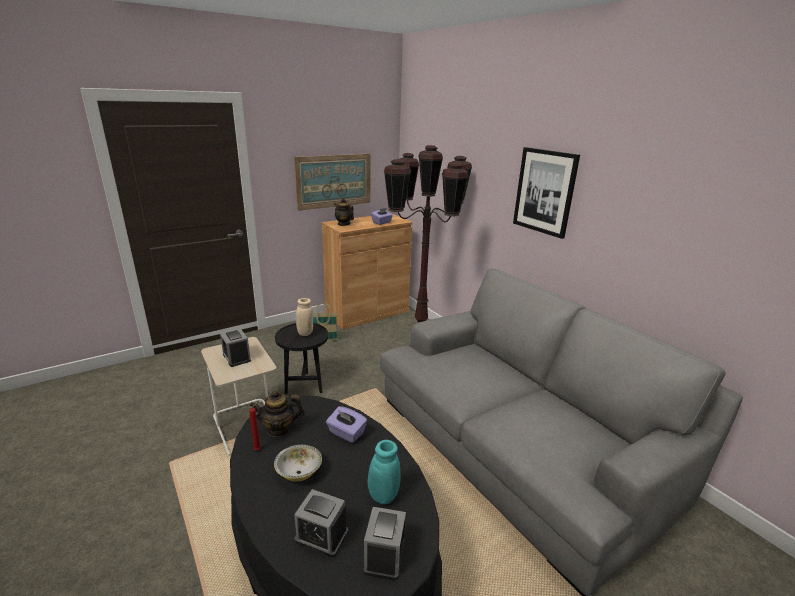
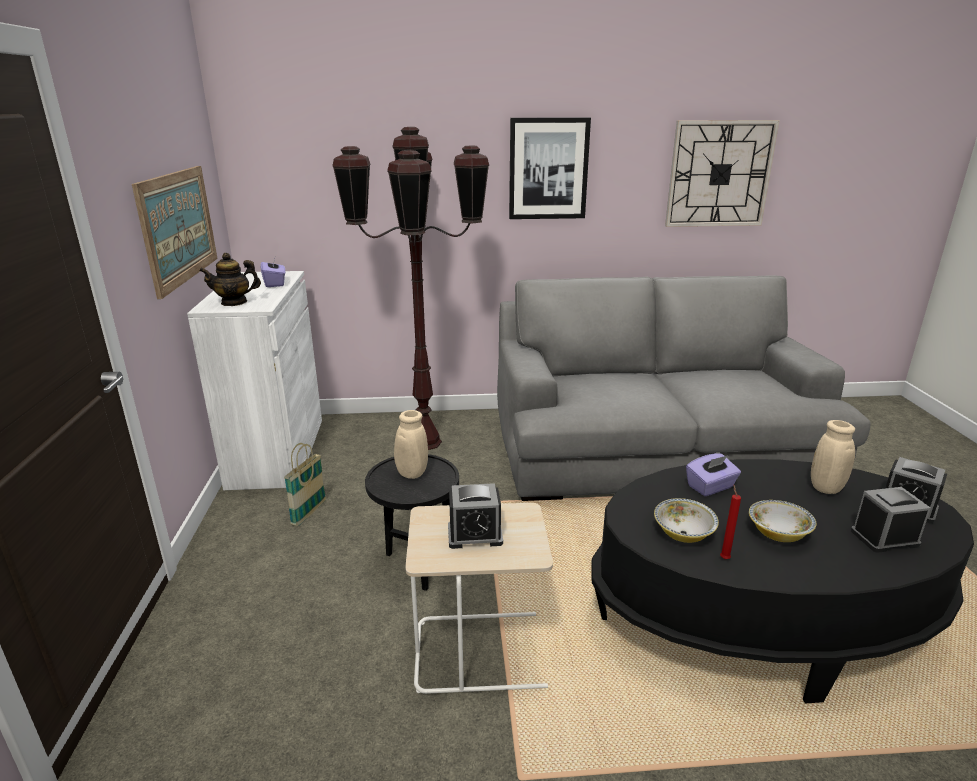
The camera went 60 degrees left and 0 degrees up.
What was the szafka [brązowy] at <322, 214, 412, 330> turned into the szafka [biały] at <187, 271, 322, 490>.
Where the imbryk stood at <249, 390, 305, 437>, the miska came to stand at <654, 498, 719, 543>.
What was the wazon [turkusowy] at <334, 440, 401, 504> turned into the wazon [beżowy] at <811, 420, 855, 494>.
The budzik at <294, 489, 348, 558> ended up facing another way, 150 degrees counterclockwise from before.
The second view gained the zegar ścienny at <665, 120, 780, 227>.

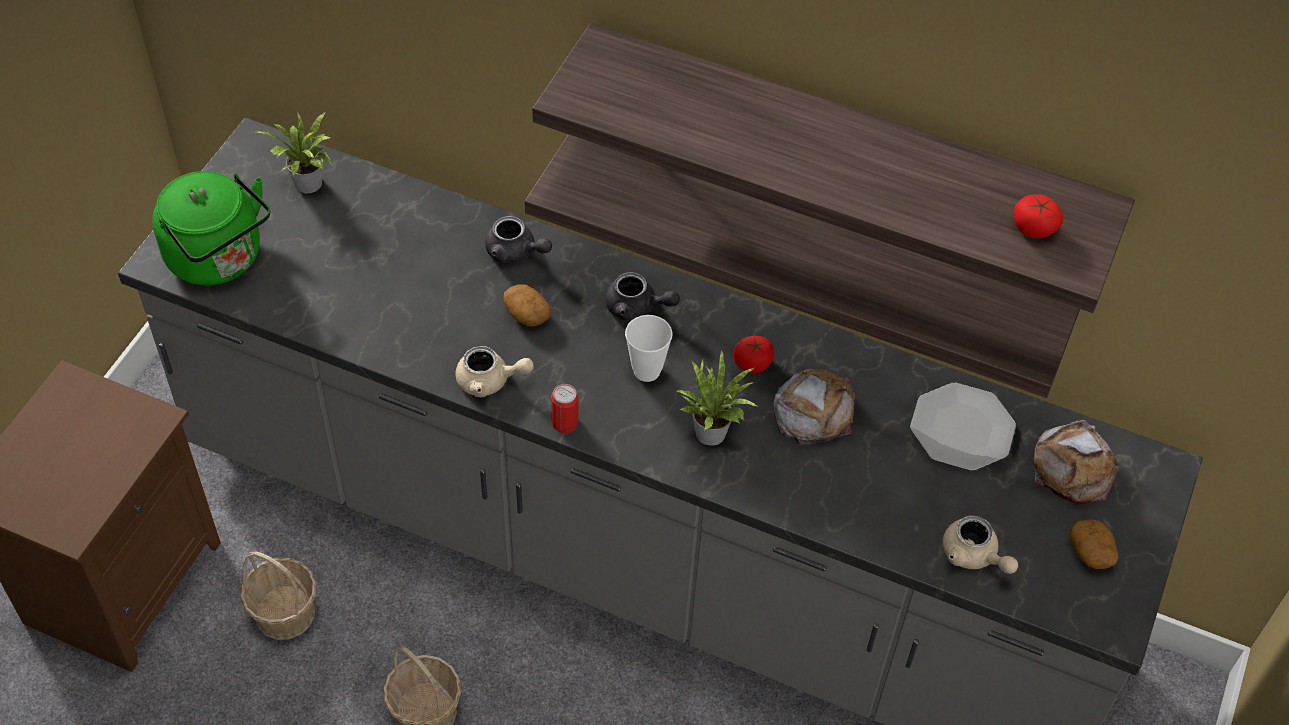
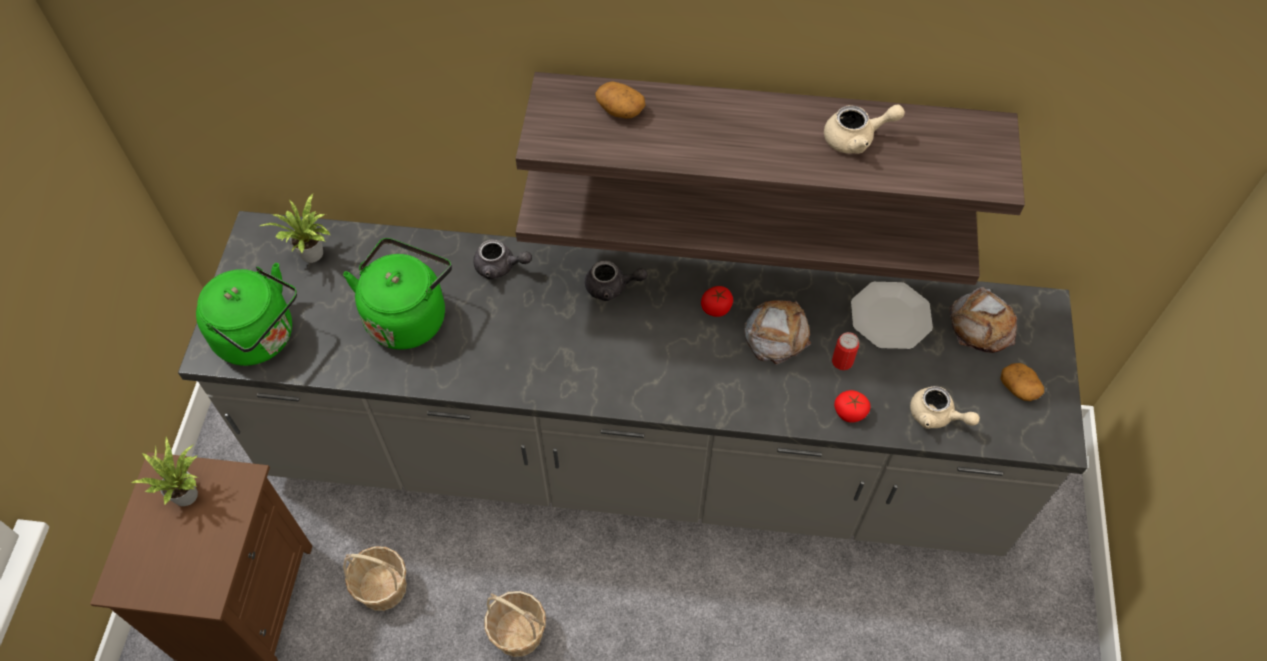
The camera went 15 degrees left and 5 degrees up.
The pomidor ended up elsewhere, having gone from <1013, 194, 1063, 238> to <834, 390, 870, 423>.
The ziemniak ended up elsewhere, having gone from <503, 284, 551, 327> to <595, 81, 646, 119>.
The second view lost the filiżanka at <625, 315, 672, 382>.
The imbryk [beżowy] ended up elsewhere, having gone from <455, 346, 534, 397> to <824, 105, 905, 154>.
The roślina doniczkowa ended up elsewhere, having gone from <676, 350, 757, 446> to <131, 437, 198, 506>.
The puszka ended up elsewhere, having gone from <551, 384, 579, 433> to <832, 332, 859, 370>.
The second view gained the czajnik [zielony] at <343, 238, 452, 349>.

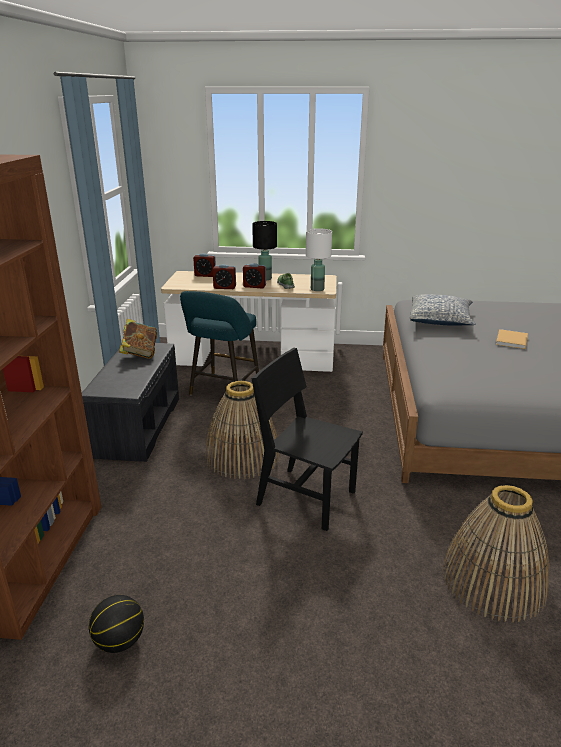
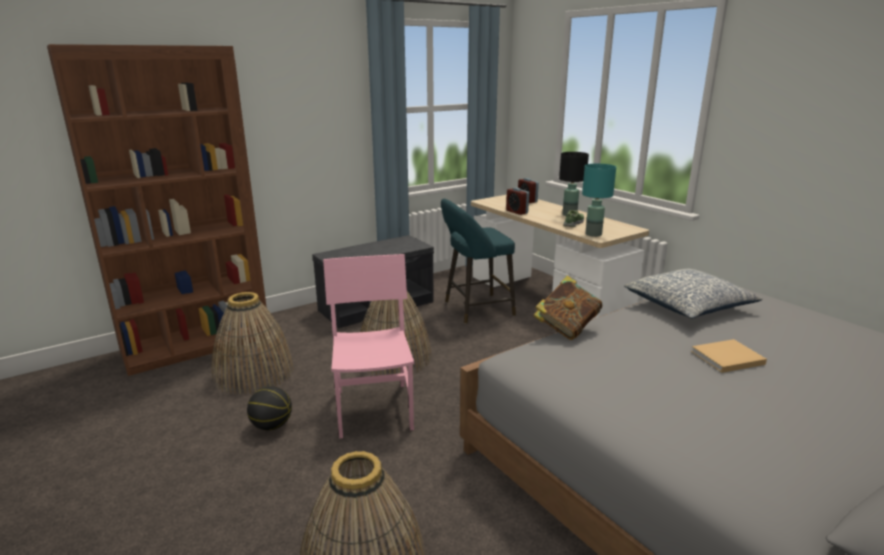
The camera went 50 degrees right and 5 degrees down.
What was the lampa stołowa [biały] at <306, 228, 332, 291> turned into the lampa stołowa [turkusowy] at <582, 164, 616, 237>.
The second view lost the budzik at <243, 263, 266, 289>.
The książka ended up elsewhere, having gone from <119, 319, 157, 359> to <533, 275, 602, 340>.
What was the krzesło [czarny] at <251, 348, 363, 531> turned into the krzesło [różowy] at <323, 254, 415, 439>.
The piłka do koszykówki ended up elsewhere, having gone from <89, 595, 144, 653> to <247, 386, 292, 430>.
The second view gained the koszyk at <212, 292, 294, 395>.

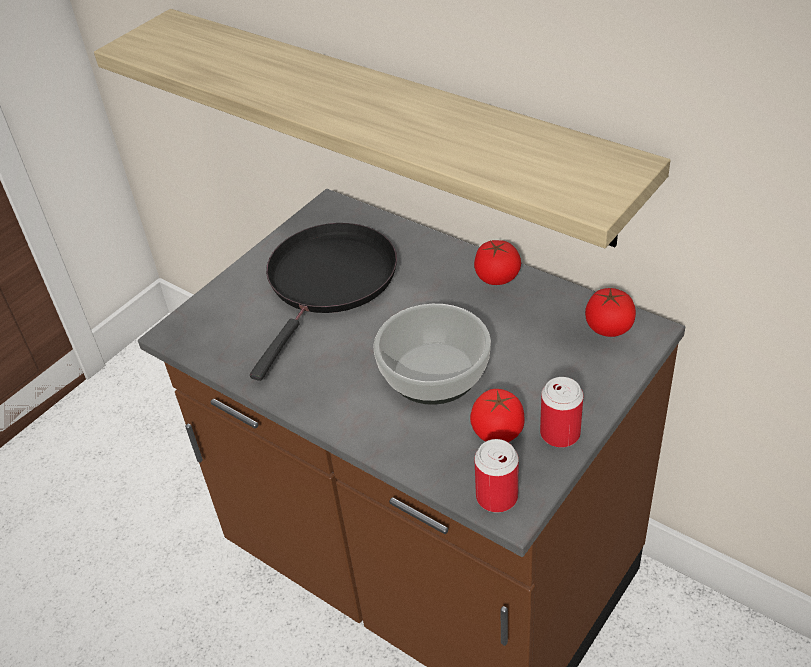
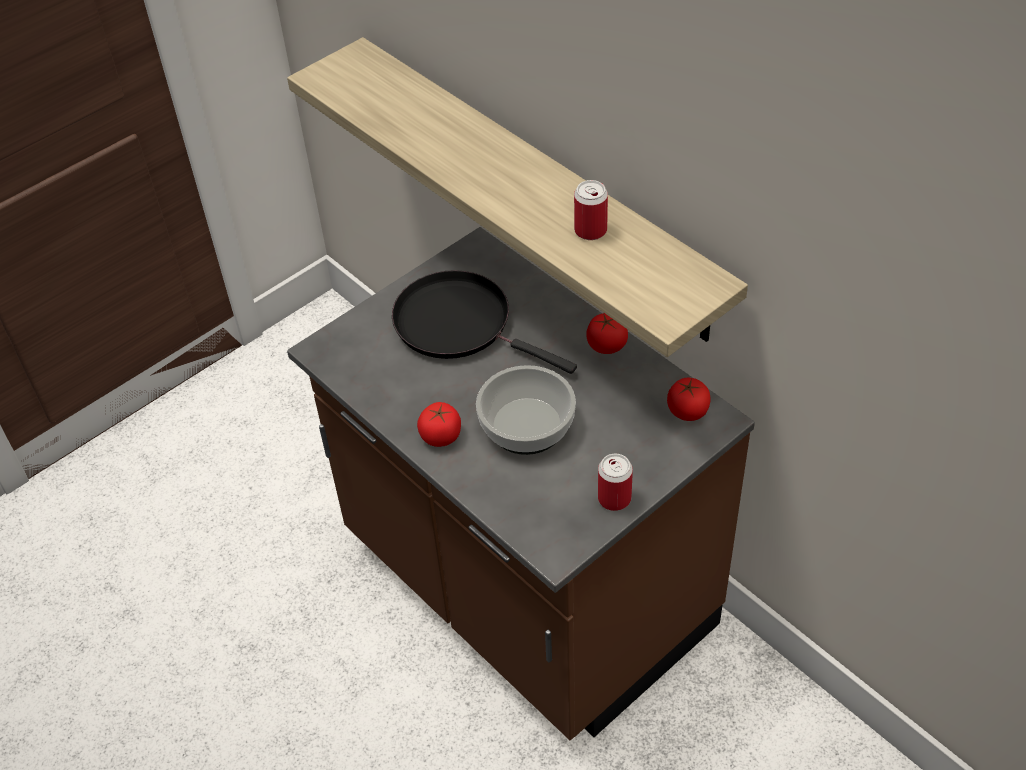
The camera went 10 degrees right and 5 degrees up.
The patelnia [czarny] at <250, 223, 397, 381> ended up facing another way, 90 degrees counterclockwise from before.
The pomidor ended up elsewhere, having gone from <470, 389, 525, 442> to <417, 402, 461, 447>.
The puszka ended up elsewhere, having gone from <475, 439, 519, 512> to <574, 180, 608, 240>.

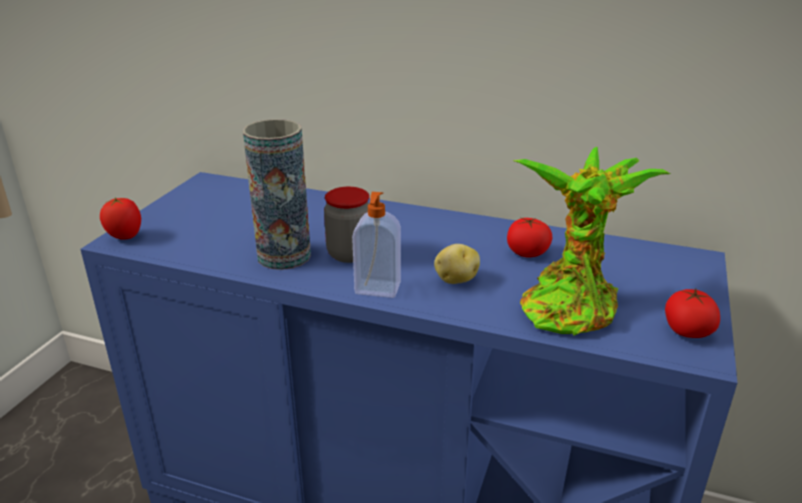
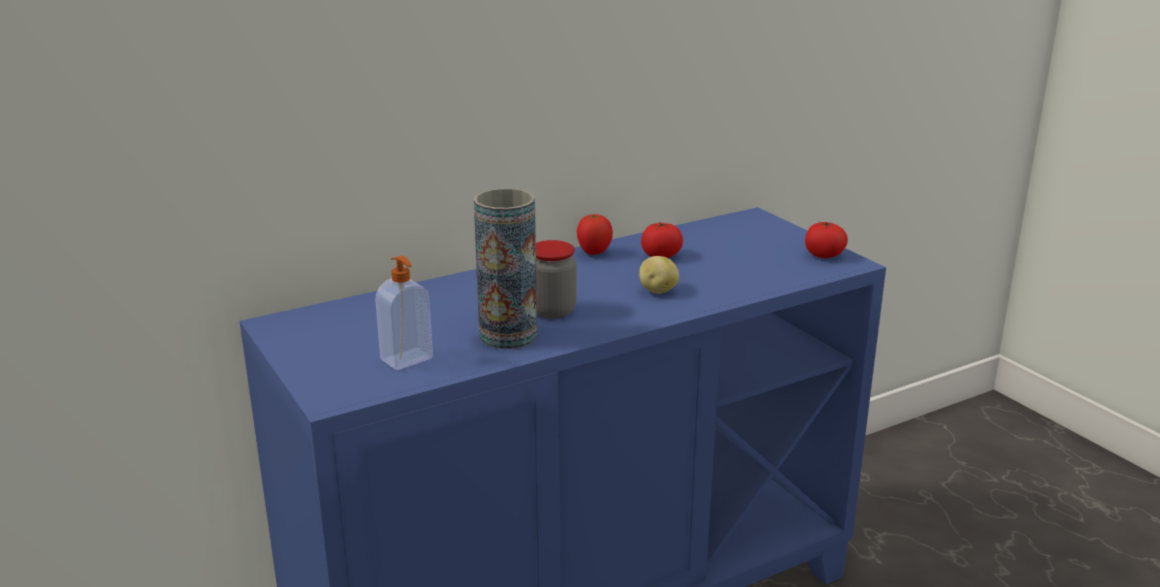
The camera went 50 degrees left and 5 degrees down.
The second view lost the roślina doniczkowa at <513, 147, 670, 336>.
The dozownik mydła ended up elsewhere, having gone from <352, 192, 401, 298> to <375, 255, 433, 370>.
The pomidor ended up elsewhere, having gone from <100, 198, 141, 240> to <577, 214, 613, 255>.

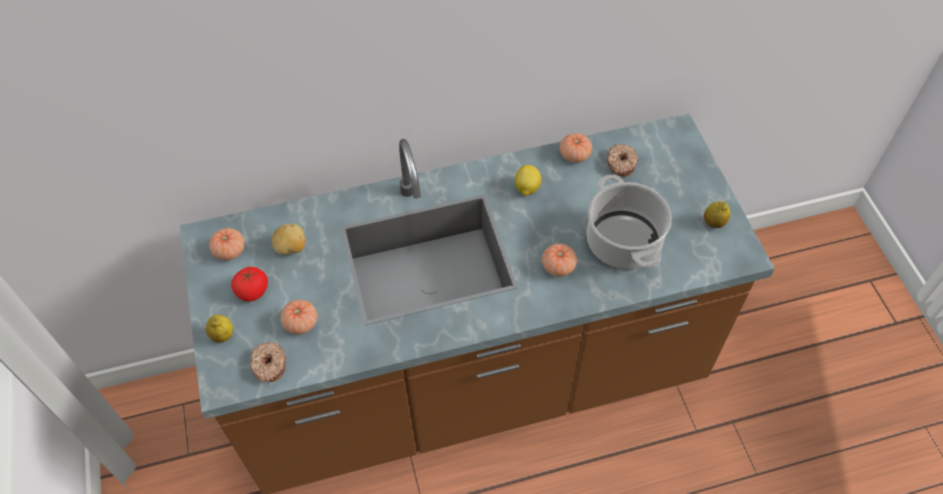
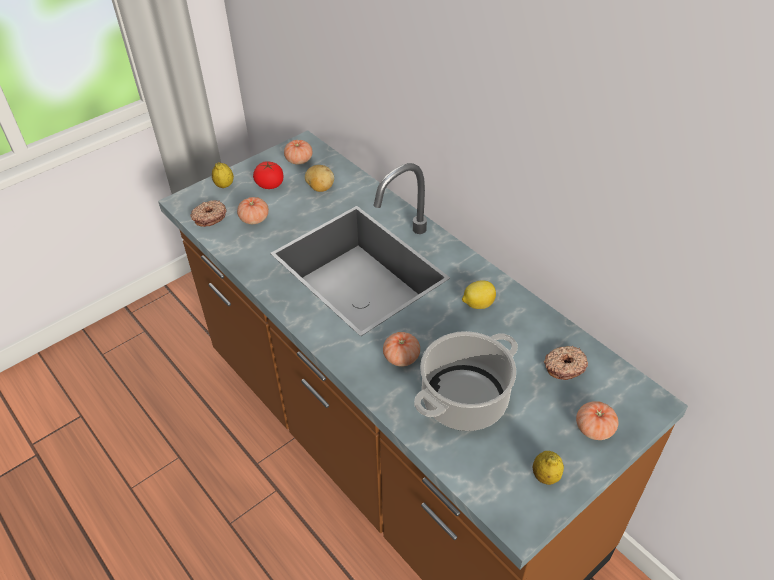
The camera went 65 degrees right and 10 degrees down.
The pomidor ended up elsewhere, having gone from <560, 133, 592, 163> to <576, 401, 619, 440>.

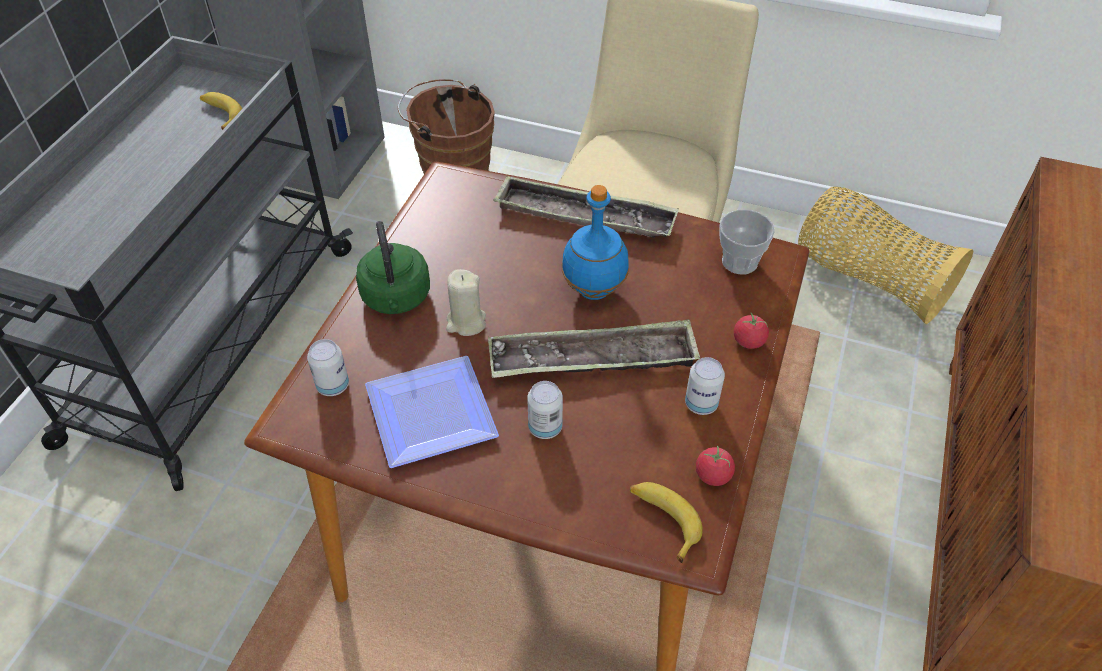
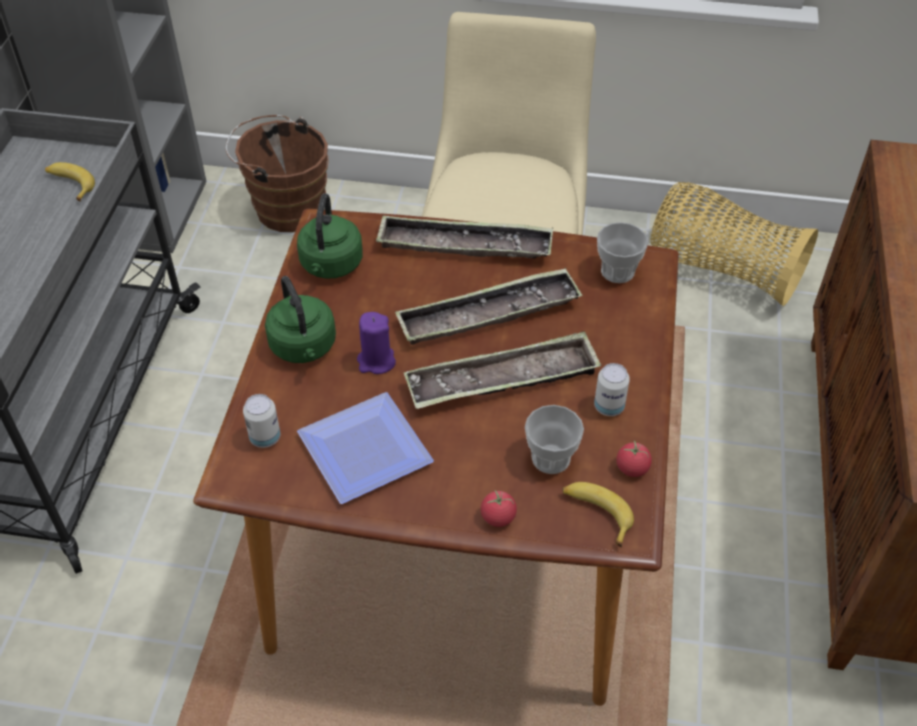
The camera went 10 degrees left and 0 degrees up.
Where the butelka [niebieski] stood at <562, 185, 629, 300>, the taca came to stand at <395, 268, 582, 345>.
What was the świeca [beżowy] at <446, 269, 486, 336> turned into the świeca [fioletowy] at <357, 312, 396, 374>.
The pomidor ended up elsewhere, having gone from <734, 313, 769, 349> to <481, 490, 517, 527>.
The second view lost the puszka at <527, 381, 563, 439>.
The second view gained the czajnik [zielony] at <297, 193, 363, 279>.
The second view gained the filiżanka at <525, 405, 584, 474>.

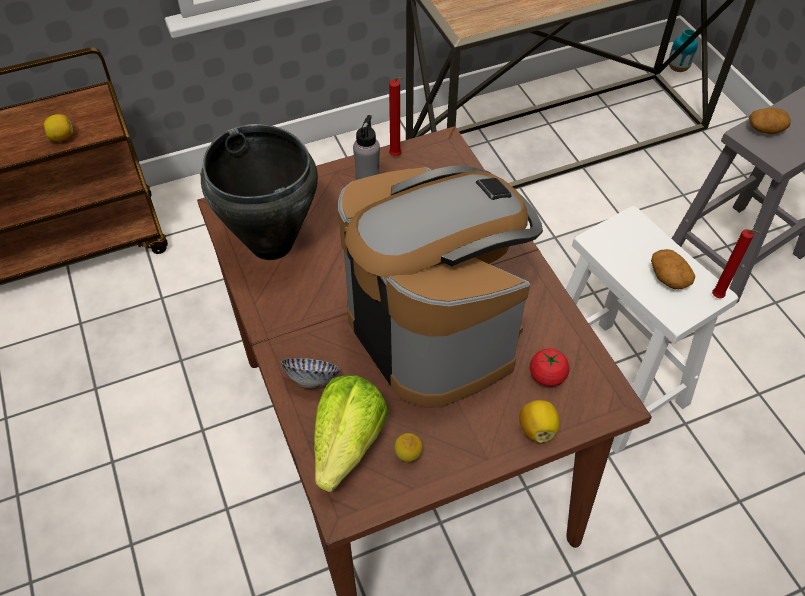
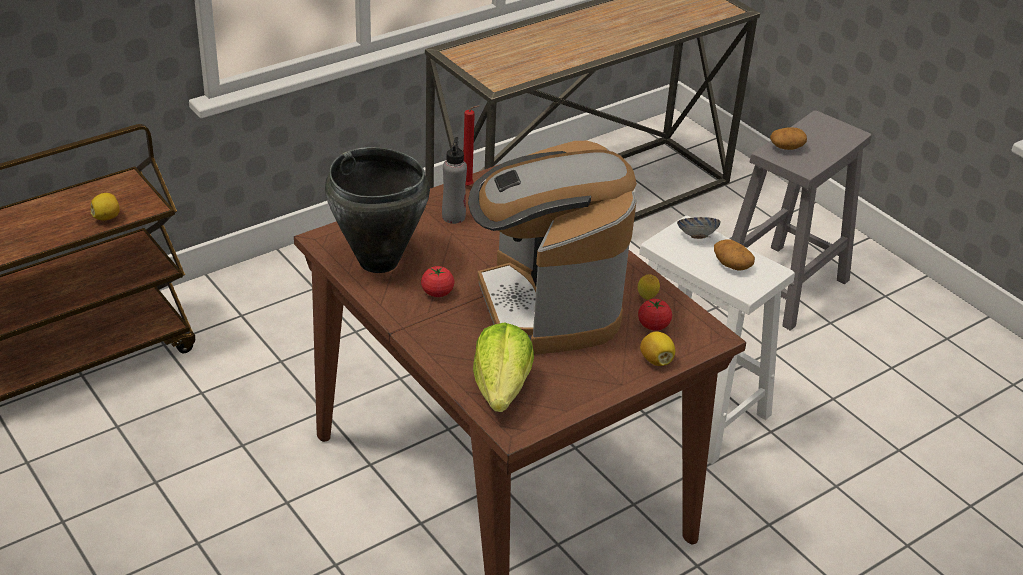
The camera went 15 degrees left and 15 degrees down.
The second view lost the wazon at <669, 29, 698, 72>.
The ekspres do kawy at <338, 165, 543, 408> ended up facing another way, 150 degrees counterclockwise from before.
The second view lost the świeca [czerwony] at <712, 229, 761, 298>.
The miska ended up elsewhere, having gone from <281, 358, 340, 388> to <677, 217, 721, 239>.
The cytryna ended up elsewhere, having gone from <394, 433, 423, 462> to <638, 274, 660, 300>.
The second view gained the pomidor at <421, 266, 454, 297>.

